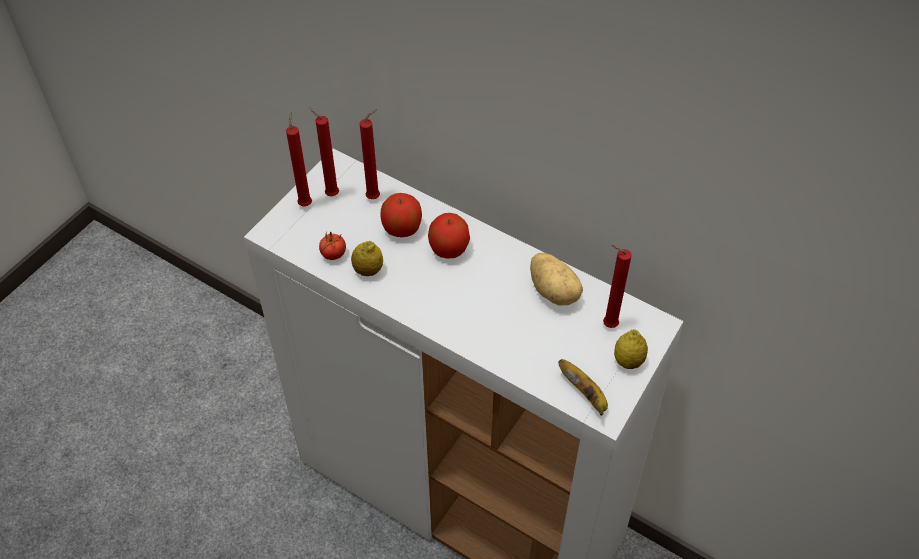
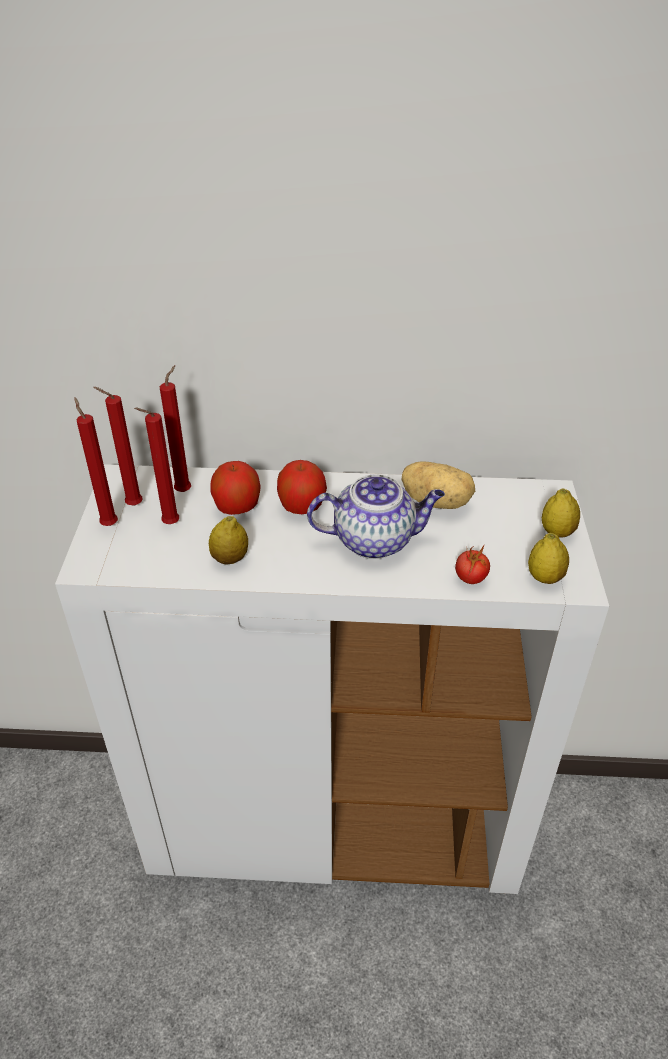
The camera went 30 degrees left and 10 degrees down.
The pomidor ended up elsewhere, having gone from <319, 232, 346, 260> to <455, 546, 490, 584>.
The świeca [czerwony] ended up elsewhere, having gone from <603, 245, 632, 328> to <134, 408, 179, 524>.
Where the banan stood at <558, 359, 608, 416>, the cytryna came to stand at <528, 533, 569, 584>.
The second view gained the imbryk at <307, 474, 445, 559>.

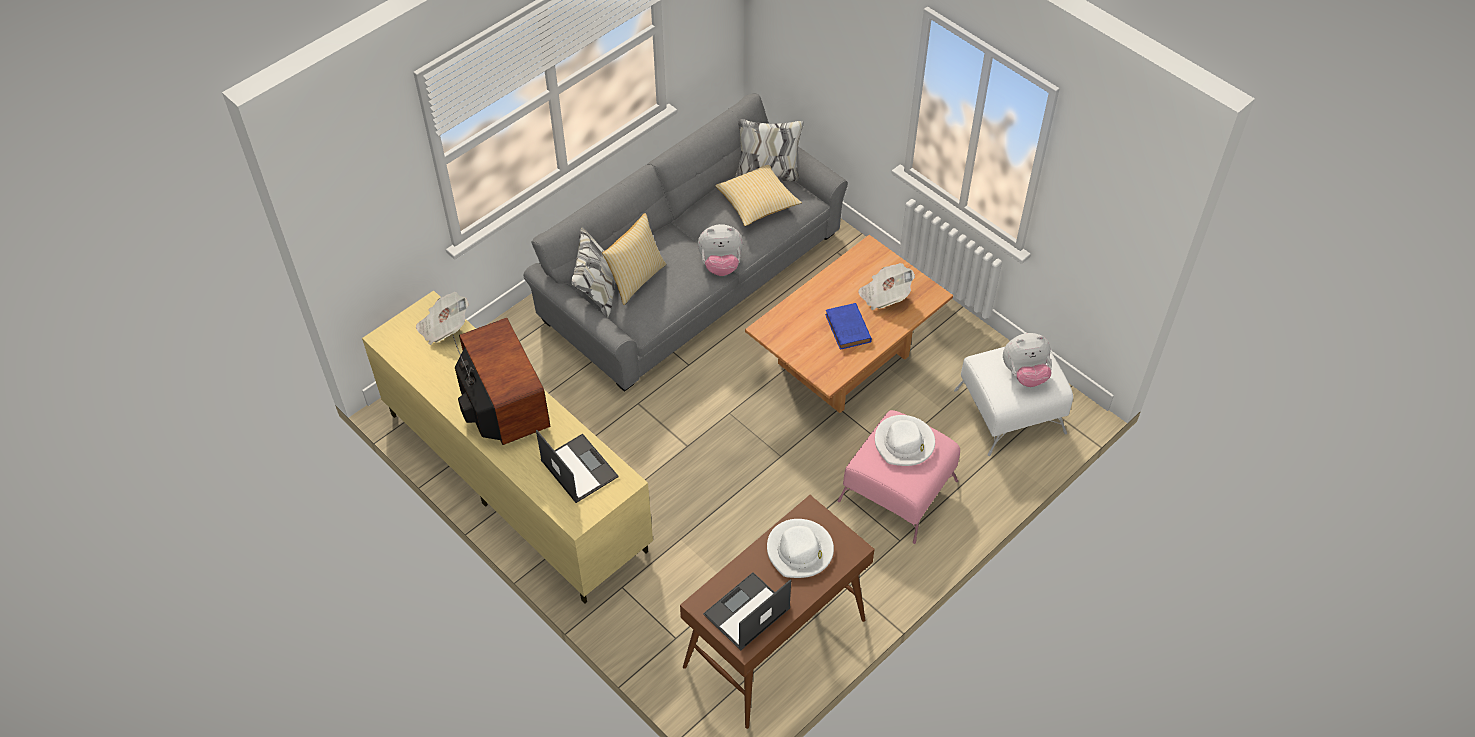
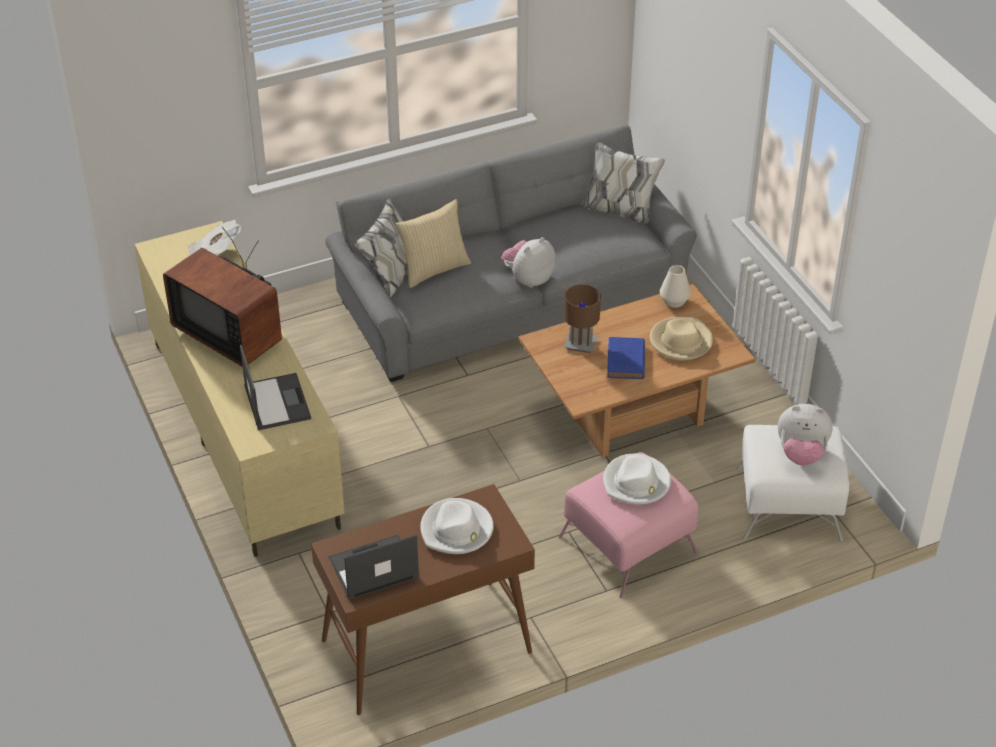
The camera went 20 degrees right and 10 degrees down.
The second view lost the poduszka at <715, 165, 802, 226>.
The pluszak at <698, 224, 743, 276> ended up facing another way, 120 degrees clockwise from before.
Where the gazeta stood at <858, 263, 915, 310>, the kapelusz [beżowy] came to stand at <650, 317, 713, 361>.
The telewizor at <453, 318, 550, 445> ended up facing another way, 135 degrees clockwise from before.
The second view gained the wazon [biały] at <660, 265, 691, 308>.
The second view gained the lampa stołowa [brązowy] at <564, 284, 601, 353>.

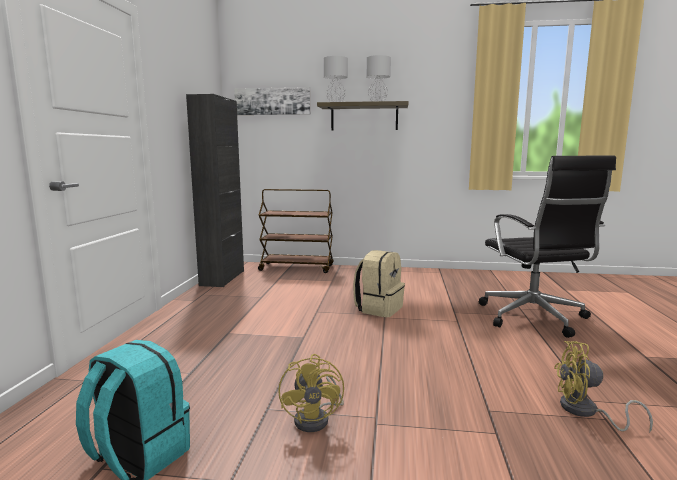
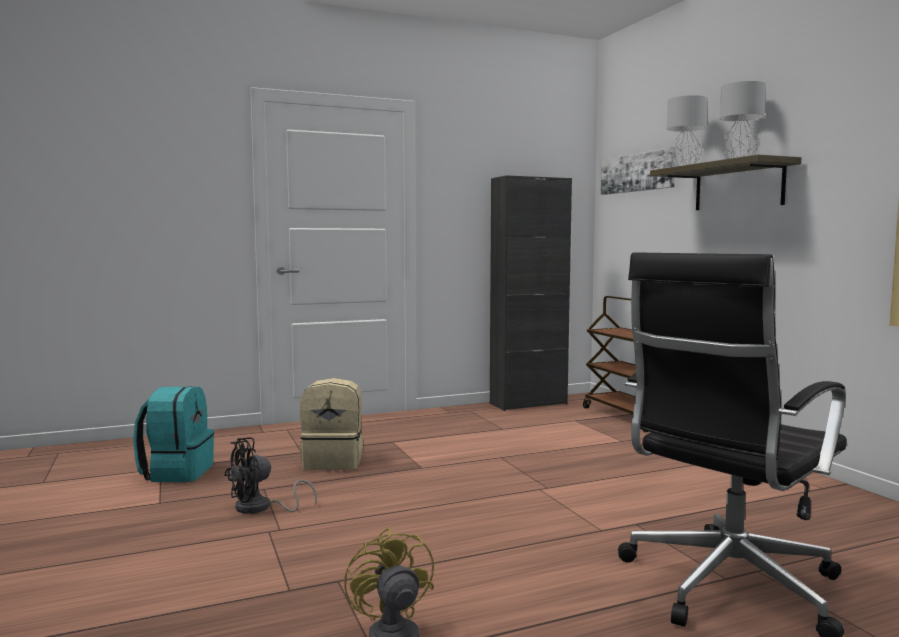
The camera went 60 degrees right and 5 degrees down.
The plecak [beżowy] ended up elsewhere, having gone from <353, 250, 405, 317> to <300, 378, 363, 470>.
What was the wentylator [żółty] at <278, 354, 344, 432> turned into the wentylator [czarny] at <224, 437, 317, 514>.

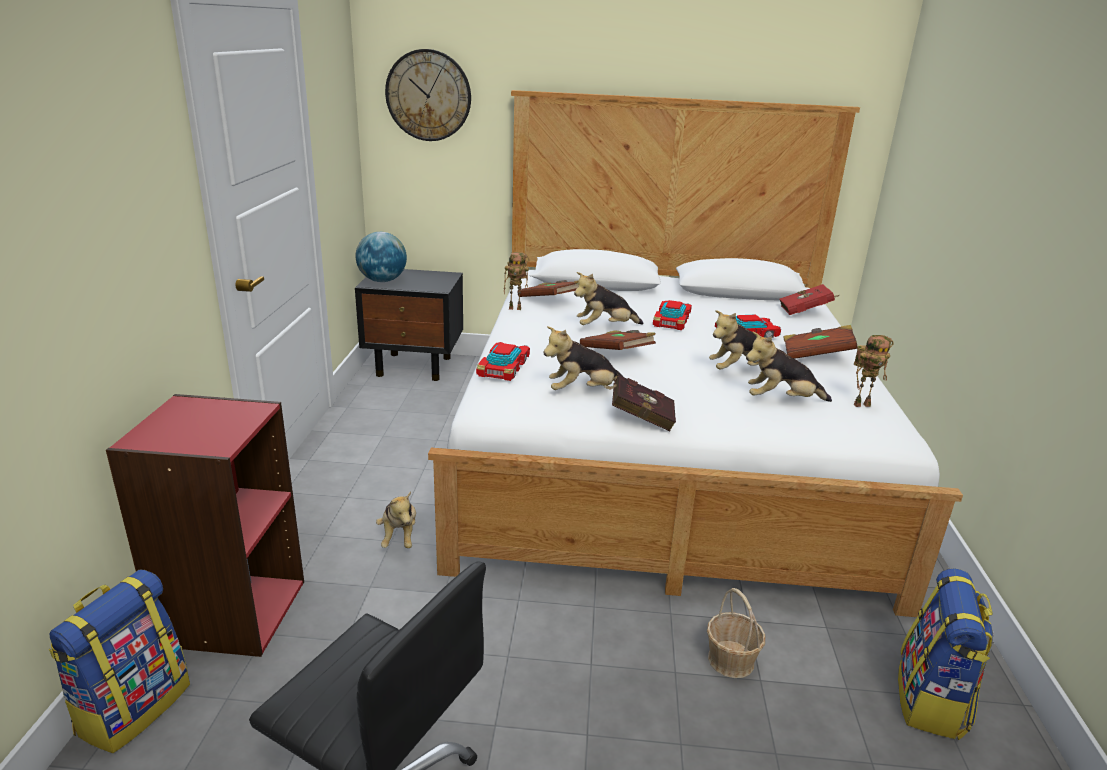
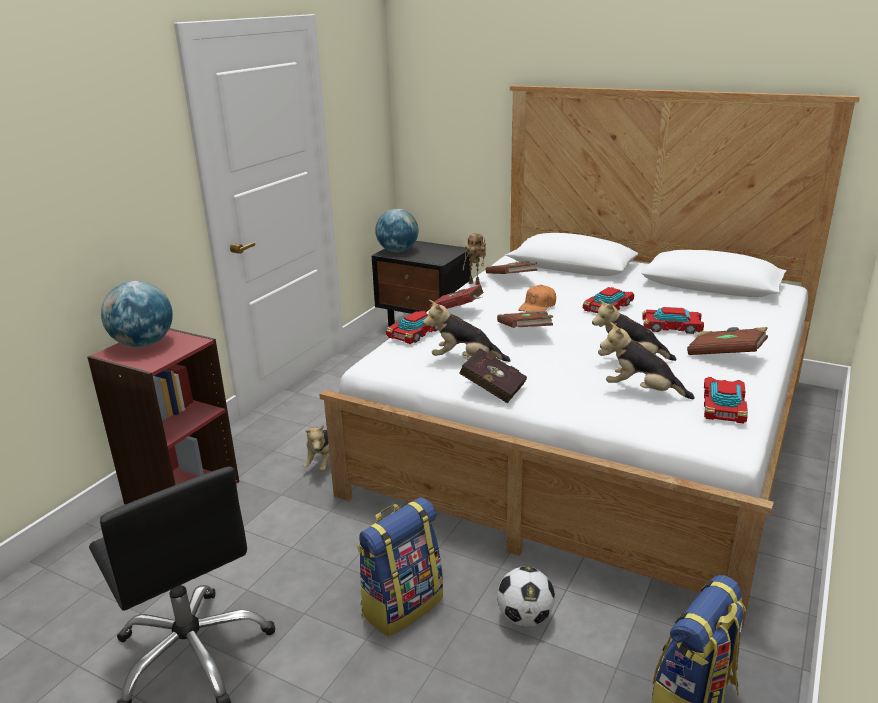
The camera went 25 degrees right and 0 degrees up.
The second view lost the zegar ścienny at <385, 49, 471, 141>.
Where the pluszak stood at <574, 272, 644, 325>, the czapka z daszkiem [pomarańczowy] came to stand at <518, 285, 556, 312>.
The książka [czerwony] ended up elsewhere, having gone from <779, 284, 839, 315> to <430, 285, 484, 309>.
Where the robot zabawkowy stood at <854, 335, 893, 407>, the samochodzik came to stand at <704, 377, 748, 424>.
The plecak ended up elsewhere, having gone from <49, 570, 190, 753> to <357, 497, 443, 637>.
Where the koszyk stood at <707, 588, 765, 678>, the piłka futbolowa came to stand at <497, 567, 555, 627>.
The second view gained the globus at <101, 281, 173, 347>.

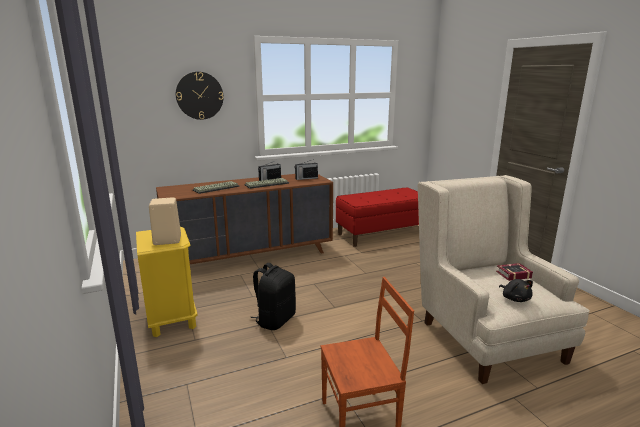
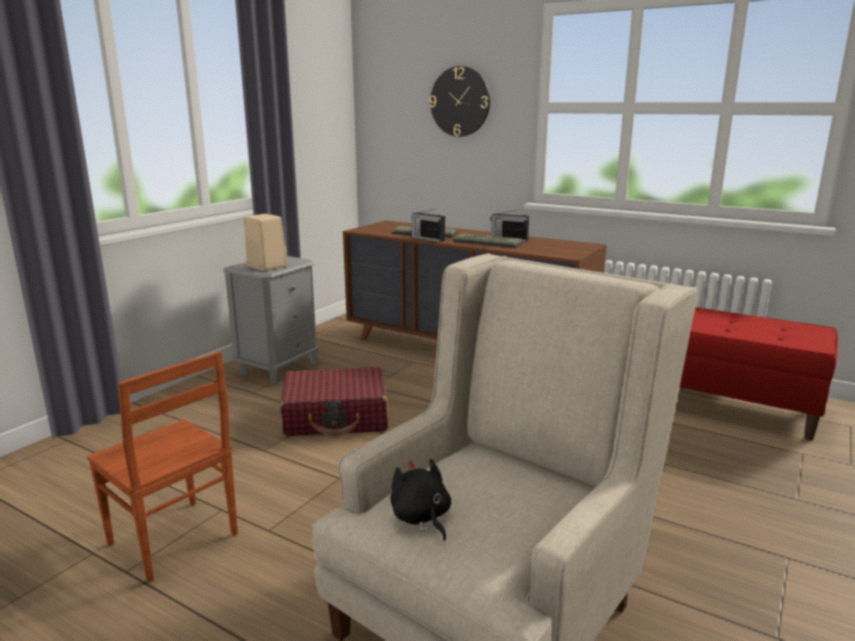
The camera went 55 degrees right and 0 degrees up.
The radio ended up elsewhere, having gone from <295, 159, 318, 180> to <411, 209, 445, 242>.
What was the szafka nocna [żółty] at <136, 227, 197, 337> turned into the szafka nocna [szary] at <223, 256, 320, 384>.
Where the plecak [czarny] stood at <250, 263, 296, 330>, the walizka [czerwony] came to stand at <280, 367, 388, 436>.
The second view lost the książka at <496, 263, 533, 281>.
The pluszak [czarny] at <499, 279, 533, 302> ended up facing another way, 120 degrees clockwise from before.

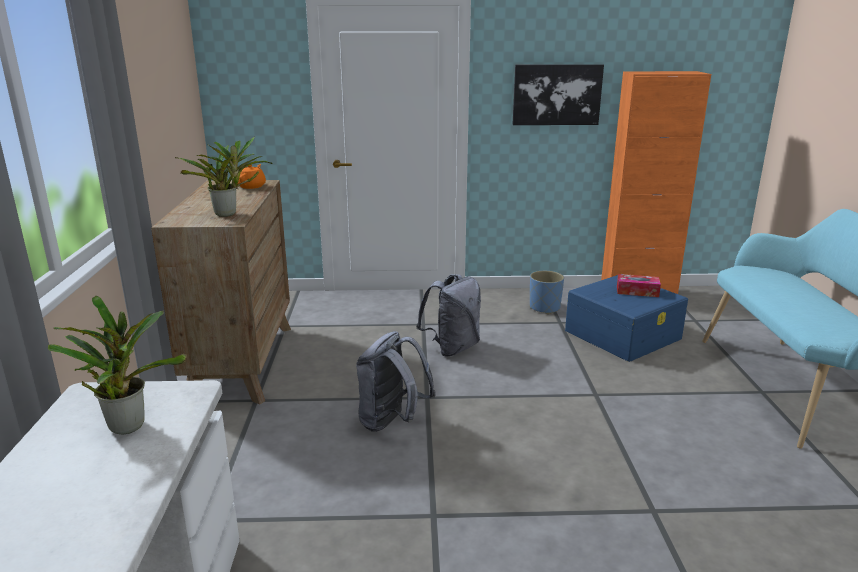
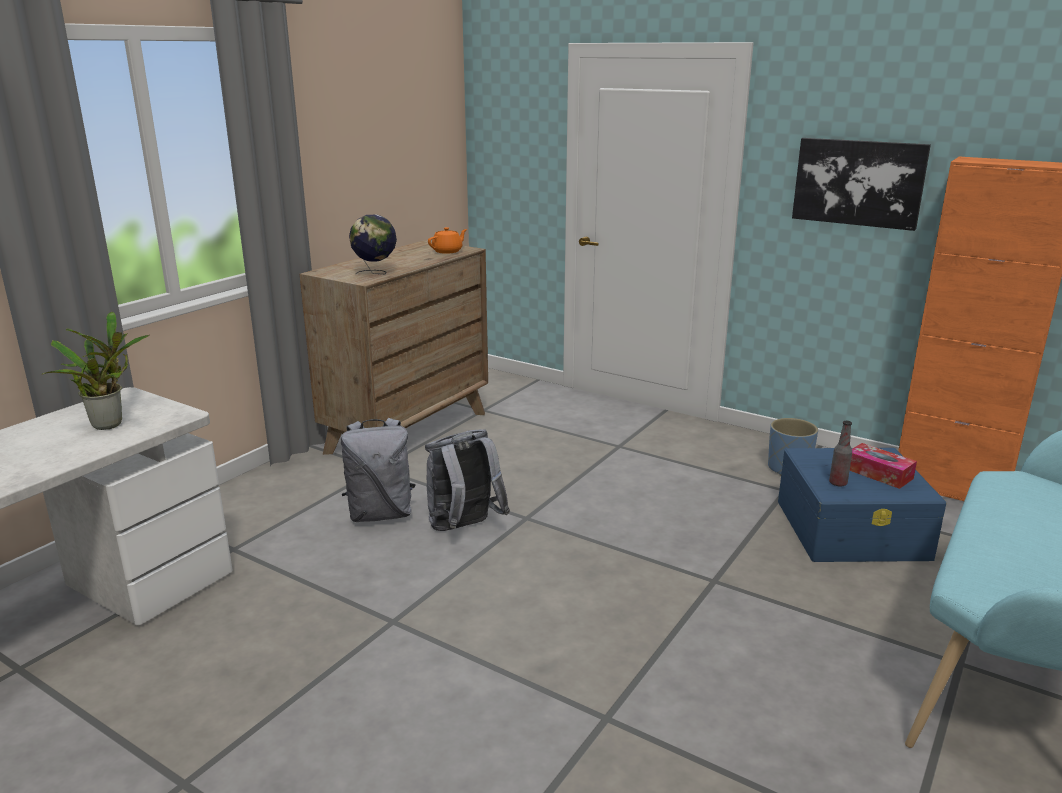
The camera went 35 degrees right and 0 degrees up.
Where the roślina doniczkowa stood at <175, 136, 272, 217>, the globus came to stand at <349, 215, 397, 274>.
The plecak [szary] ended up elsewhere, having gone from <416, 274, 481, 357> to <341, 418, 416, 522>.
The second view gained the butelka at <829, 421, 852, 487>.

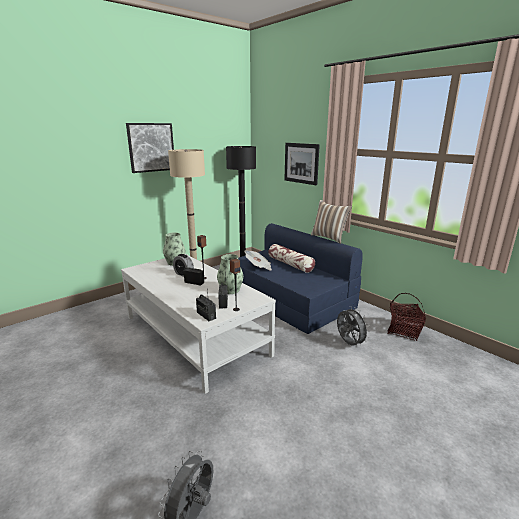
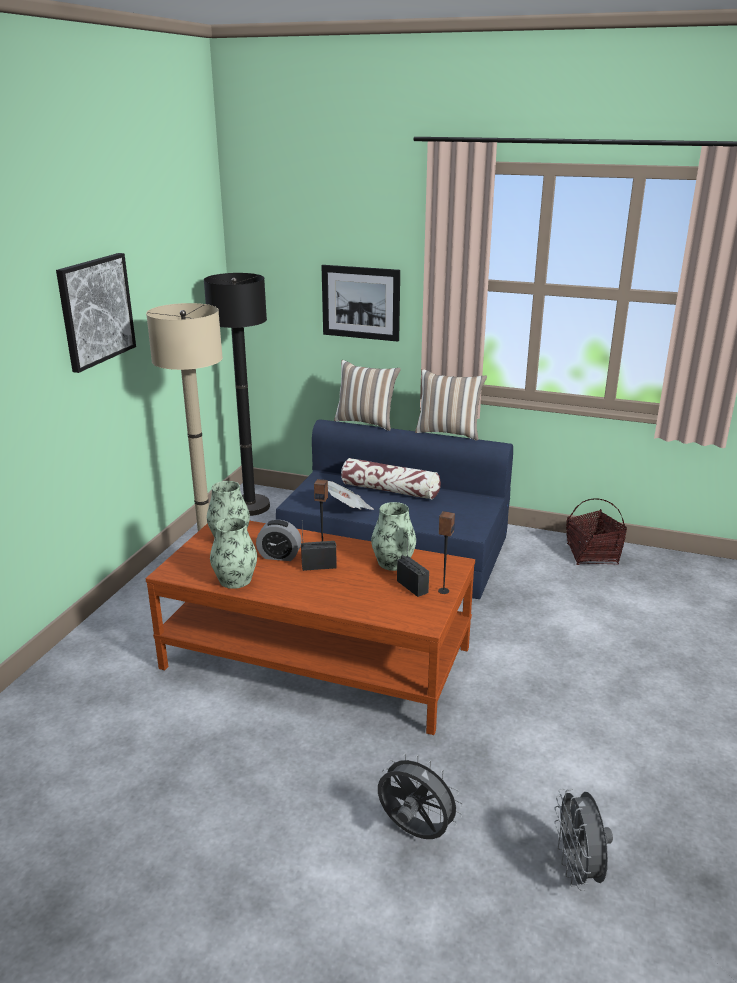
The camera went 30 degrees left and 5 degrees up.
What was the ława [biały] at <121, 255, 276, 394> turned into the ława [brązowy] at <145, 521, 475, 735>.
The second view lost the radio at <196, 289, 216, 321>.
The wentylator [szary] ended up elsewhere, having gone from <337, 307, 370, 346> to <378, 753, 463, 839>.
The second view gained the poduszka at <334, 360, 401, 431>.
The second view gained the wazon at <210, 517, 257, 589>.

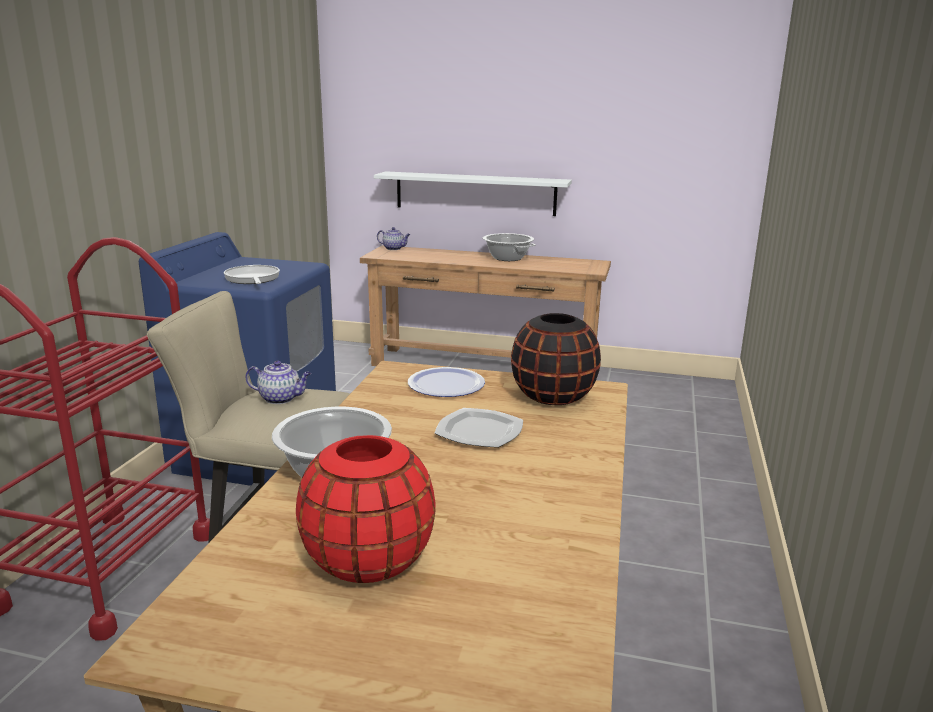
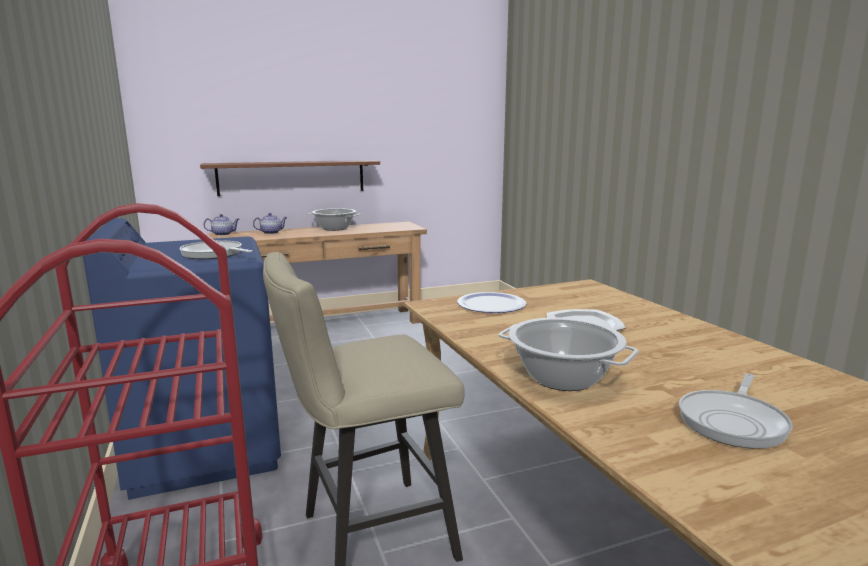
The camera went 35 degrees left and 5 degrees down.
What was the półka [biały] at <374, 171, 572, 216> turned into the półka [brązowy] at <200, 160, 380, 196>.
The second view lost the wazon [czarny] at <511, 313, 601, 405>.
The imbryk ended up elsewhere, having gone from <245, 361, 312, 404> to <253, 213, 287, 234>.
Where the wazon [czerwony] stood at <296, 435, 436, 583>, the patelnia came to stand at <679, 374, 792, 449>.

